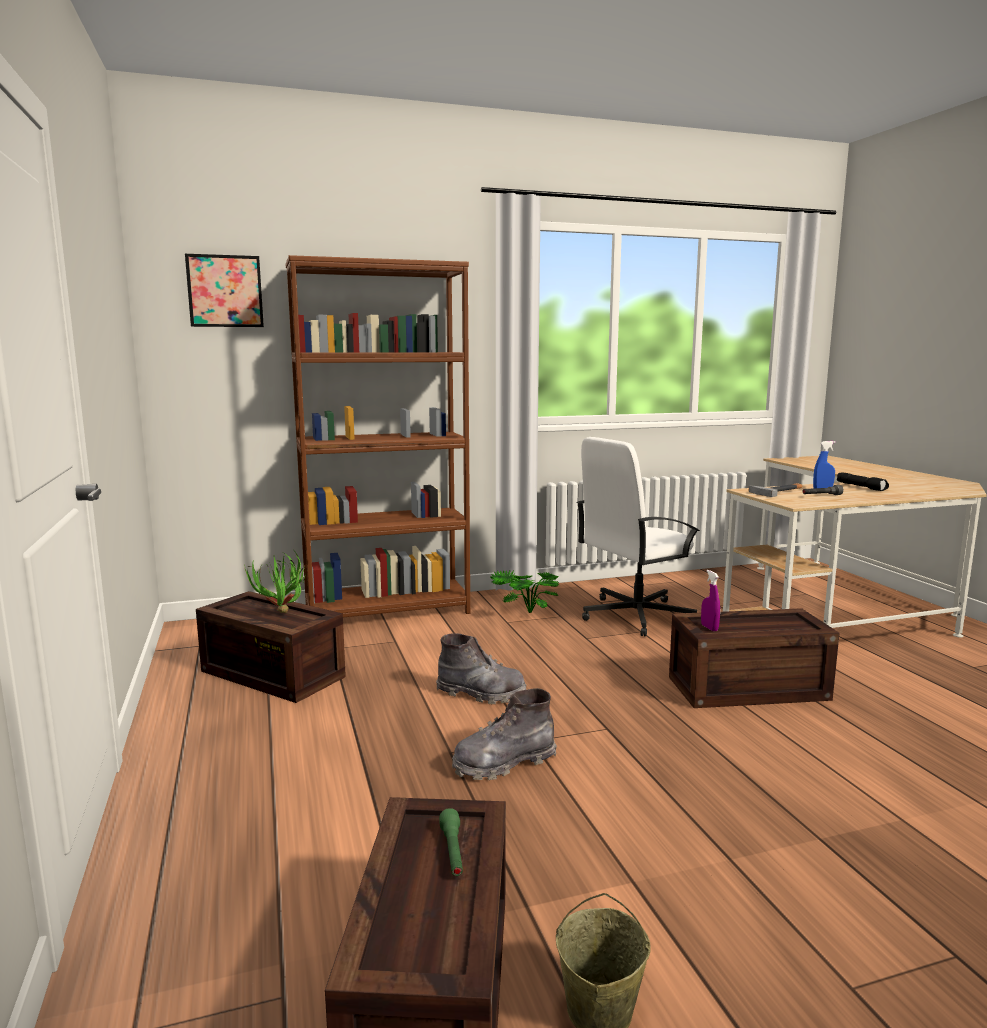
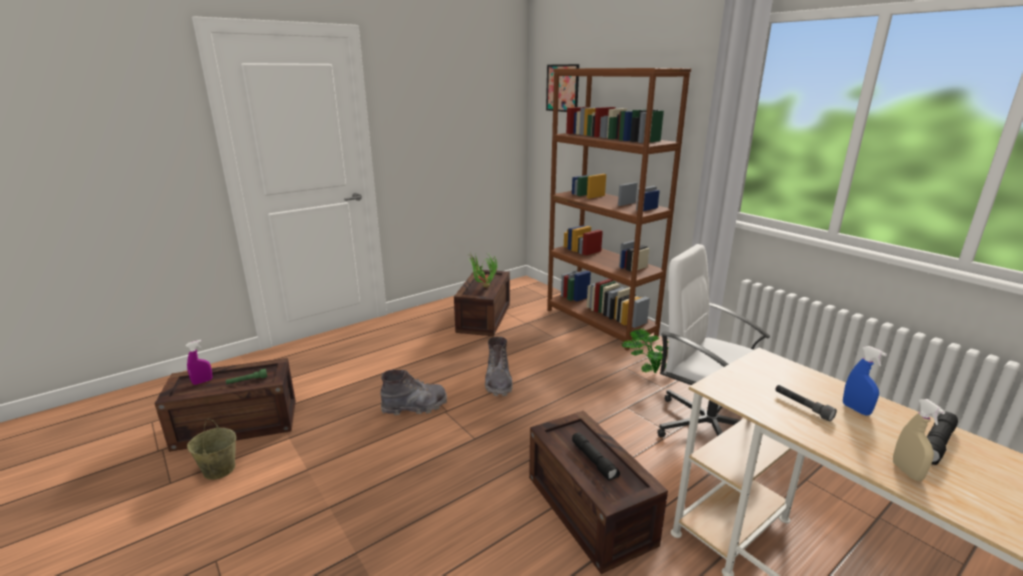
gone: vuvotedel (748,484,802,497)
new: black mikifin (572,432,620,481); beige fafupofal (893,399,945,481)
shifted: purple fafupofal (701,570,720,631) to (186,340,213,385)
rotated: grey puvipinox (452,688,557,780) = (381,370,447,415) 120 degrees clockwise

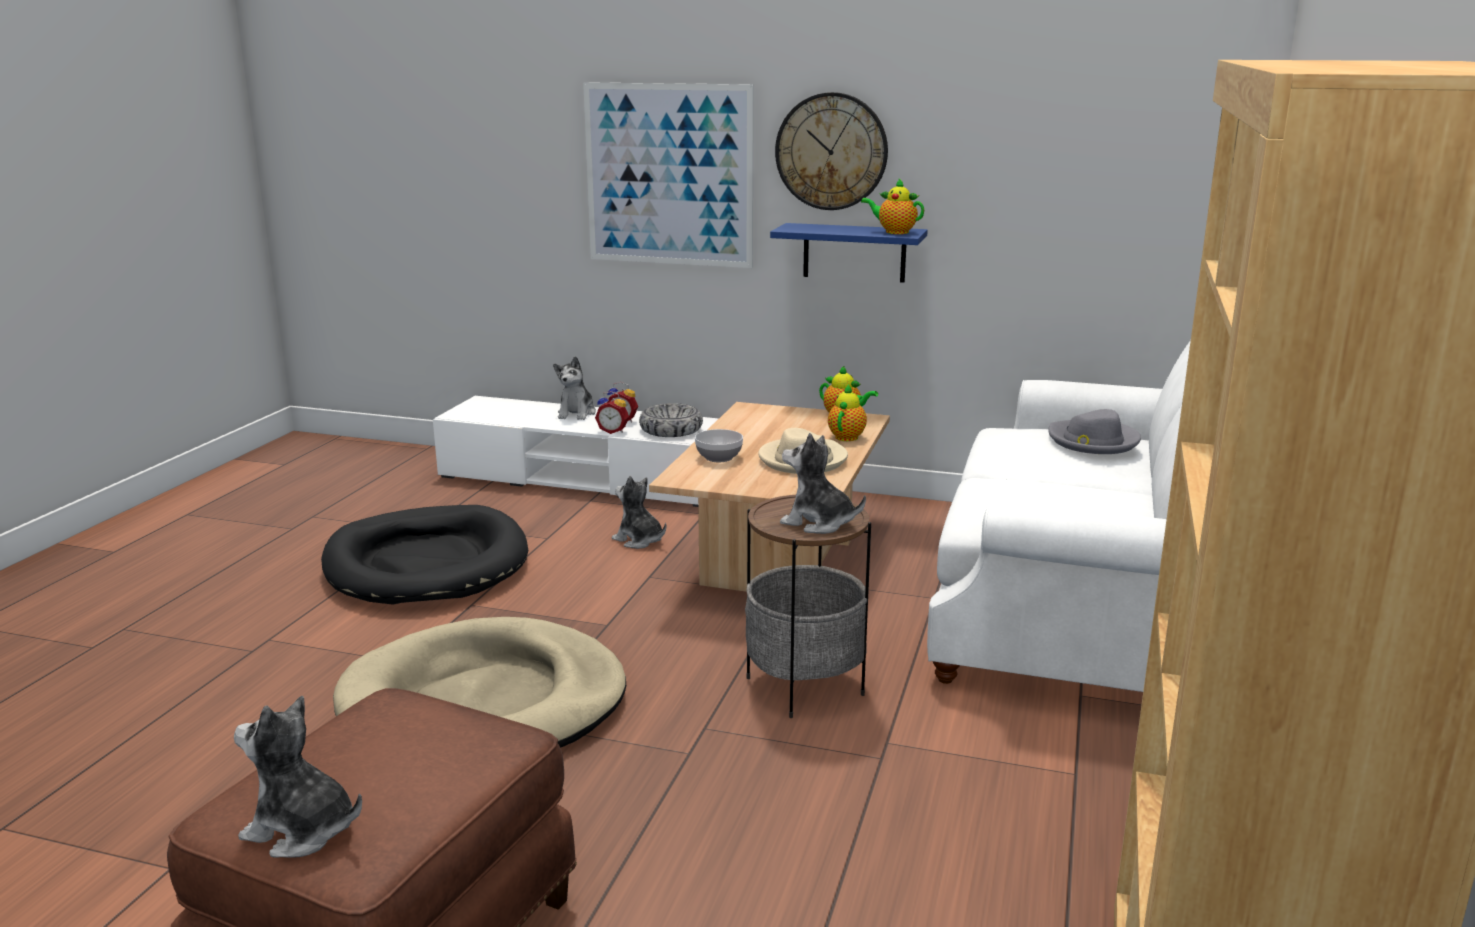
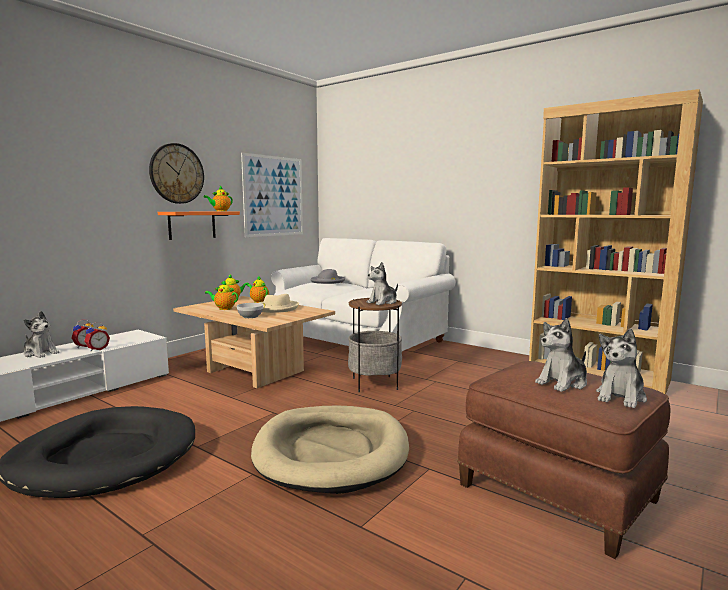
gone: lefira (639,403,703,437)
new: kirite (205,280,238,310)
shifted: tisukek (583,82,754,268) to (241,153,303,237); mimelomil (612,476,666,549) to (535,318,587,392)
repainted: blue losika (770,223,928,283) to orange losika (158,212,240,240)

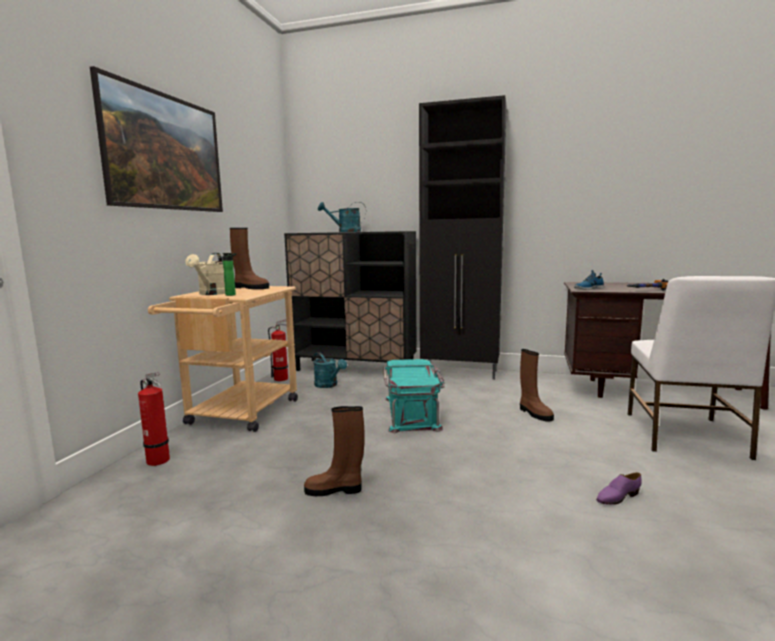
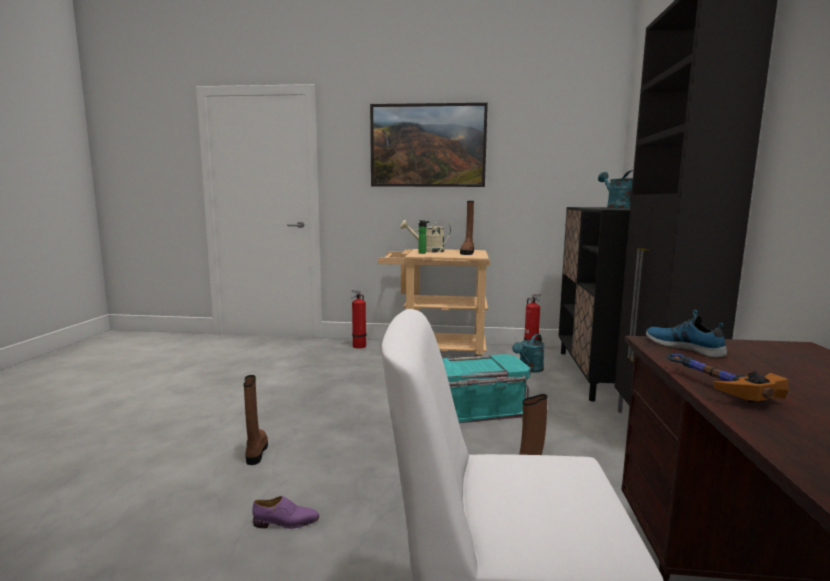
shifted: brown puvipinox (304,406,365,496) to (244,375,268,465)
rotated: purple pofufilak (596,472,642,505) = (252,496,319,529) 120 degrees clockwise

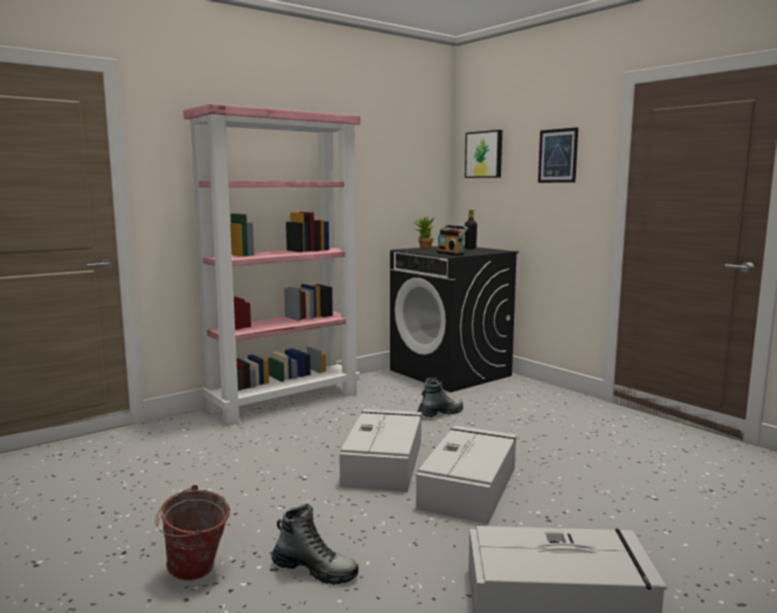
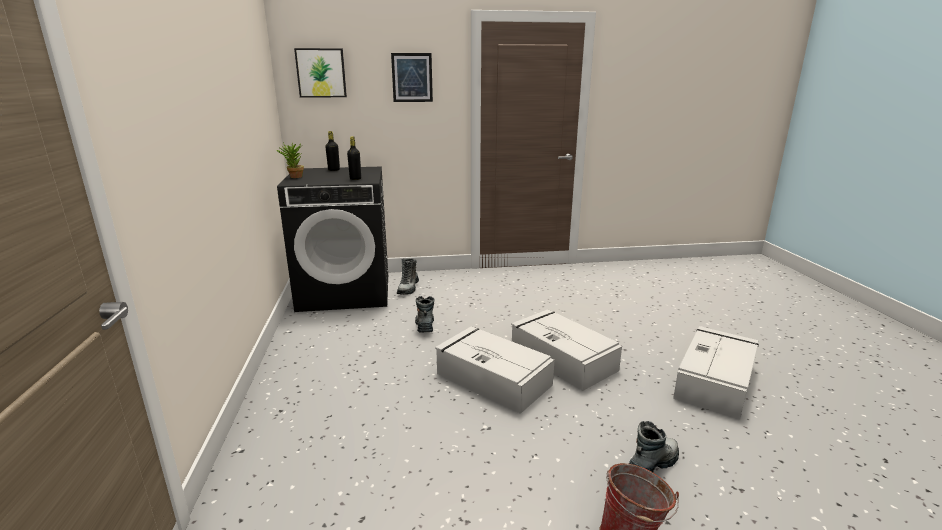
gone: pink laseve (183,103,361,426)
new: puvipinox (397,258,419,295)
swapped: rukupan (437,225,468,256) to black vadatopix (347,136,361,180)

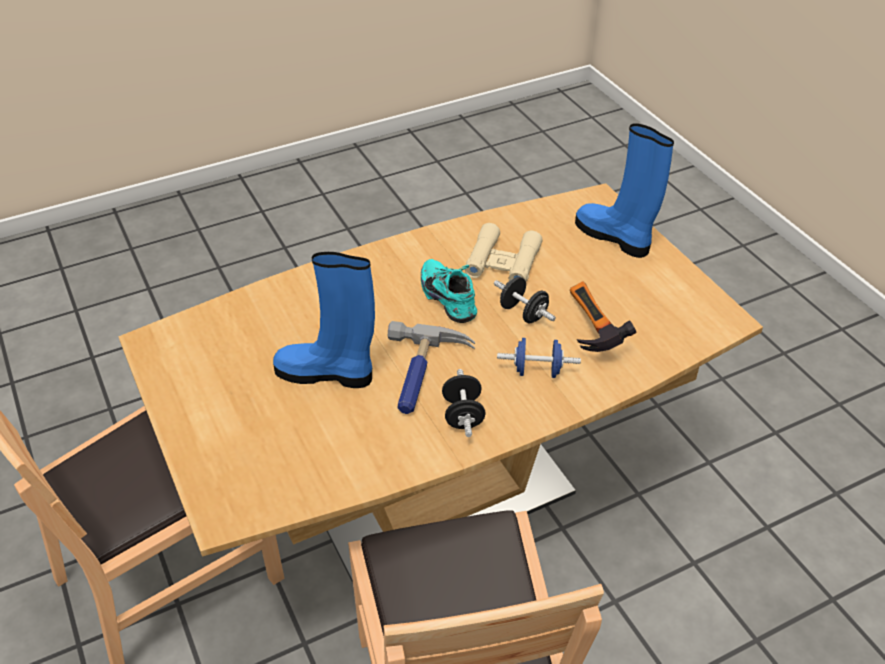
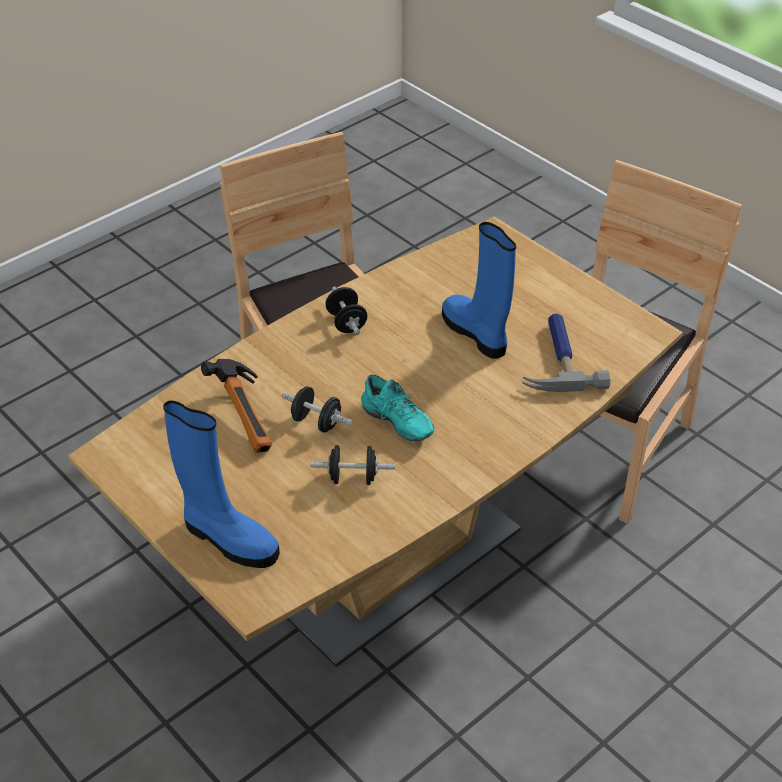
gone: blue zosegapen (497,338,581,378)
shifted: vuvotedel (388,321,475,414) to (523,313,610,392)
swapped: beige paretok (465,223,543,281) to black zosegapen (311,445,395,485)
rotated: blue puvipinox (273,252,375,388) = (442,222,516,359) 120 degrees counterclockwise

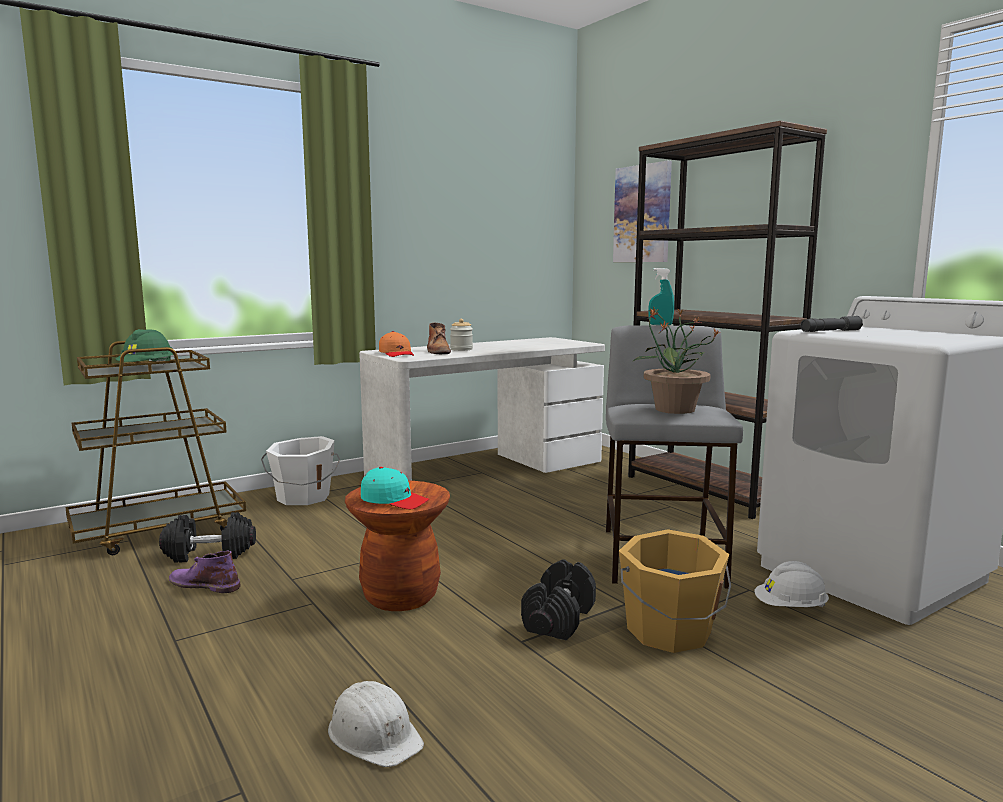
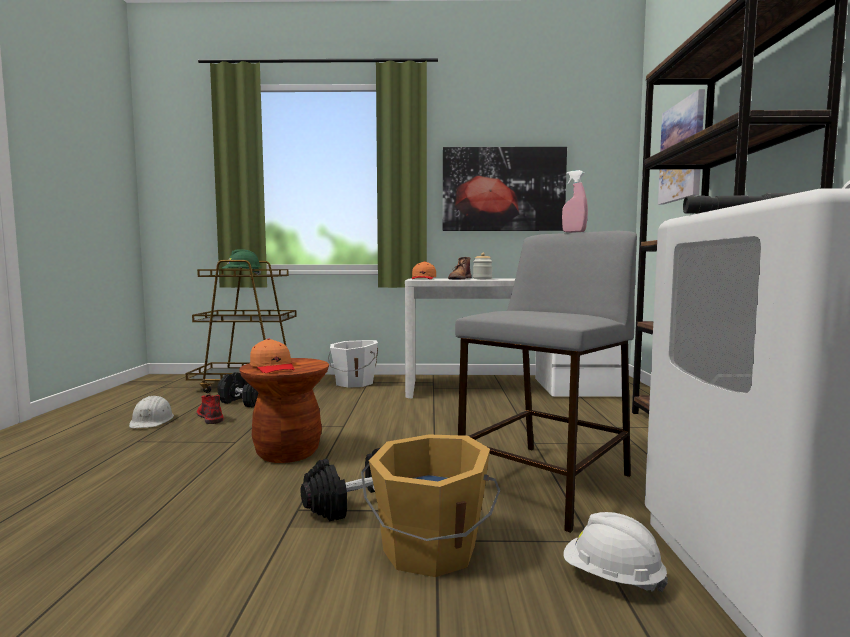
gone: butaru (632,308,720,414)
new: tisukek (443,147,567,231)
shifted: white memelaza (328,681,424,767) to (129,396,174,428)
repainted: purple puvipinox (169,551,241,593) to red puvipinox (197,395,224,424); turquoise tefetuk (361,467,429,509) to orange tefetuk (250,339,295,373); turquoise fafupofal (649,268,674,325) to pink fafupofal (562,170,588,233)

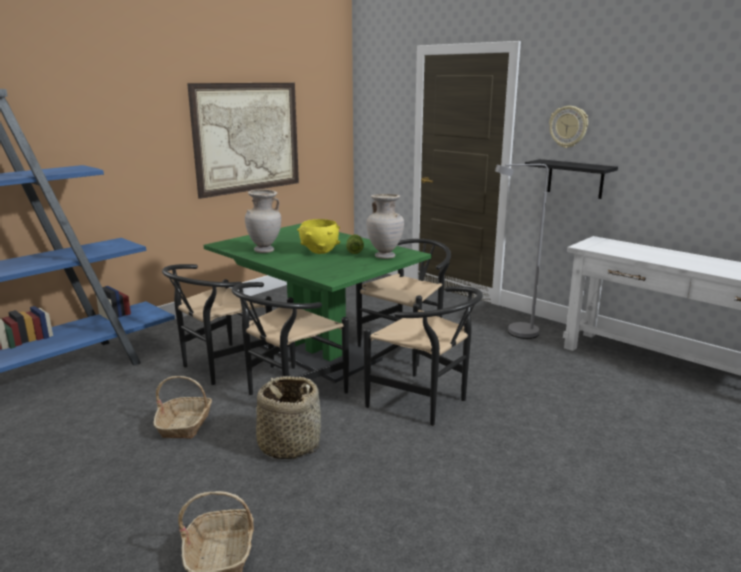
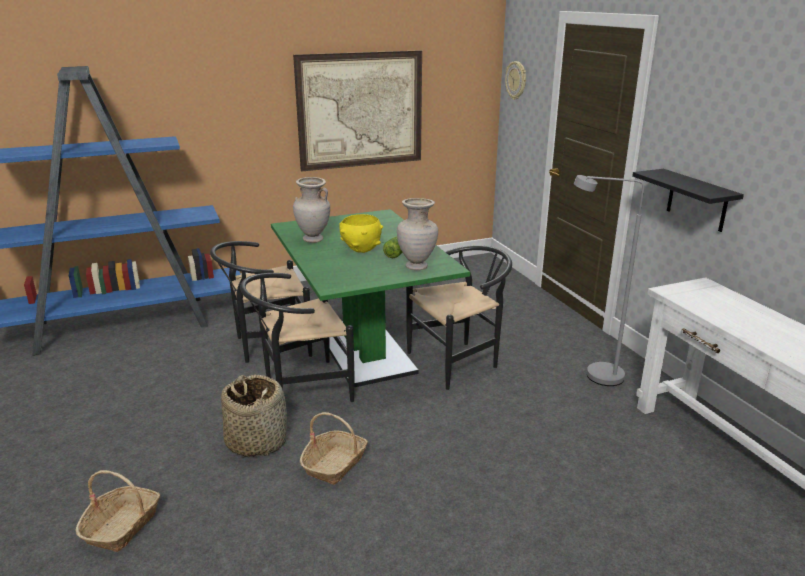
gone: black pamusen (364,286,483,426)
shifted: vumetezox (153,376,212,439) to (300,412,368,485); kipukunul (549,106,588,148) to (505,61,526,100)

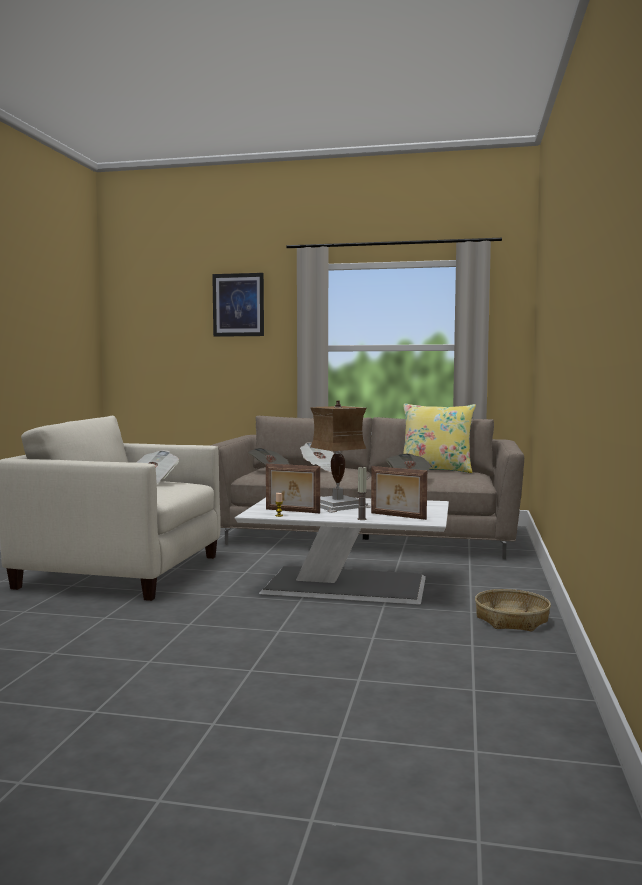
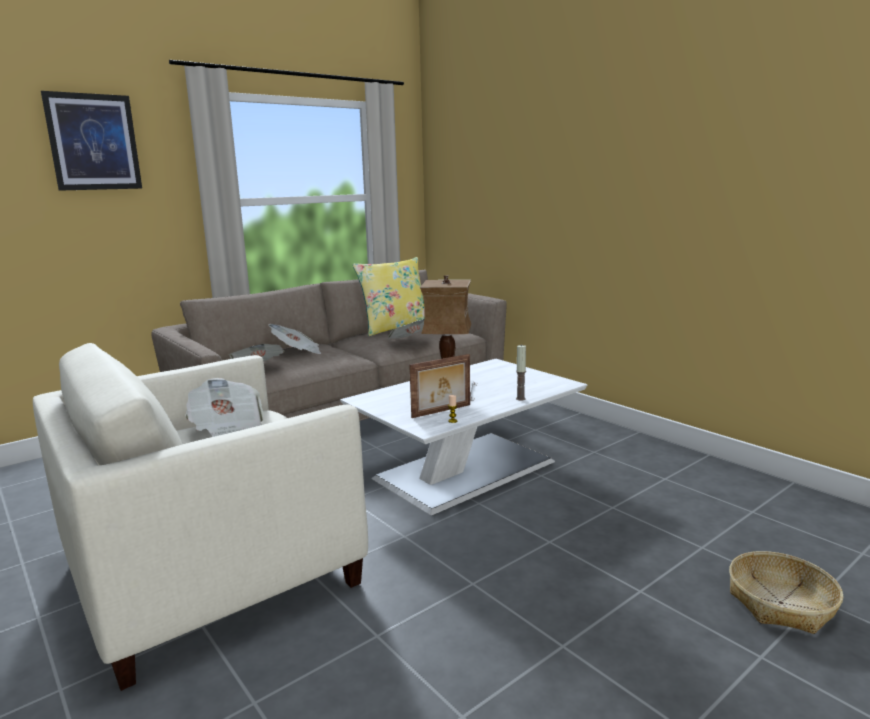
gone: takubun (371,466,427,520)
shifted: vumetezox (475,589,551,632) to (729,551,843,634)

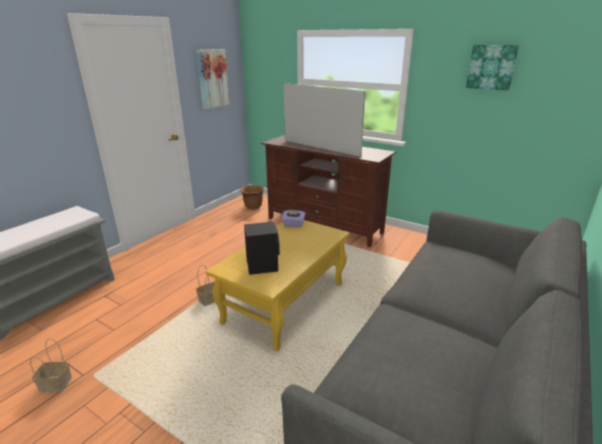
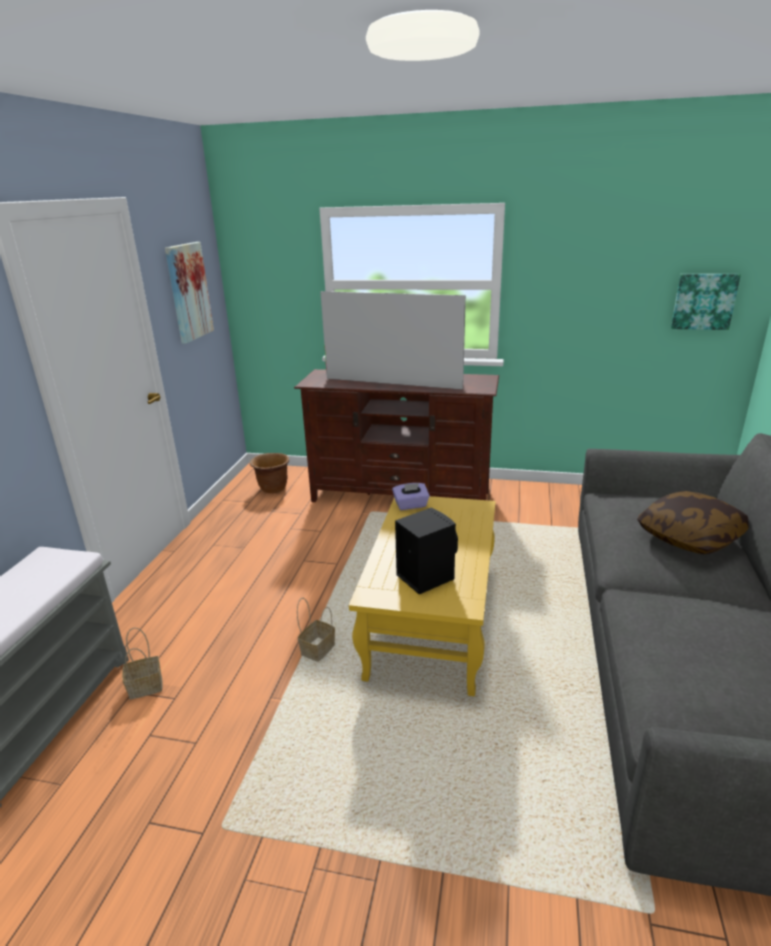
new: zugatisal (637,491,749,554)
shifted: vumetezox (30,338,72,392) to (122,628,163,699); tisukek (466,45,519,90) to (671,274,741,330)

